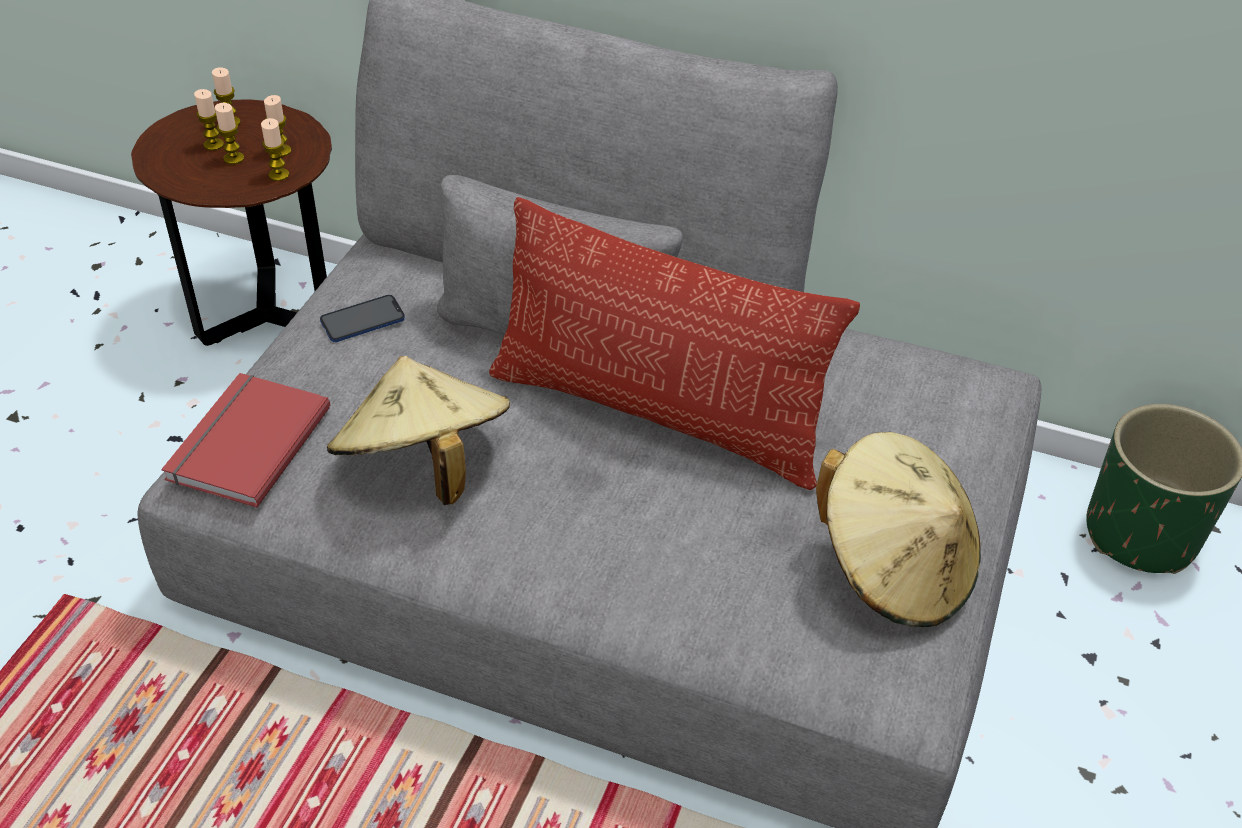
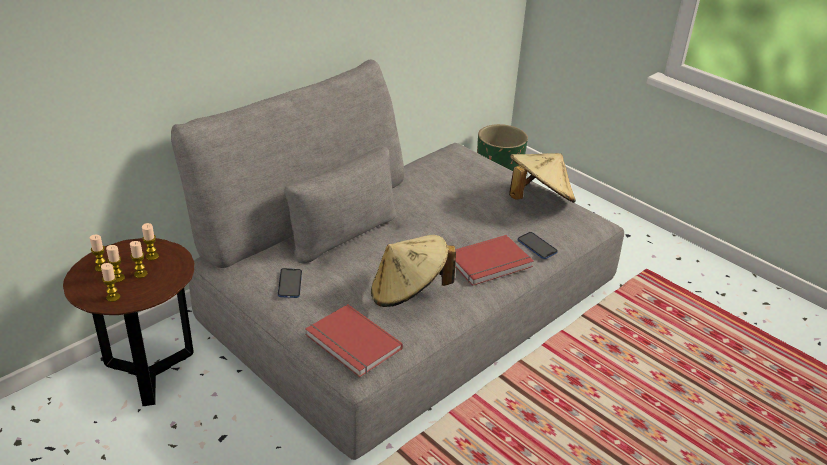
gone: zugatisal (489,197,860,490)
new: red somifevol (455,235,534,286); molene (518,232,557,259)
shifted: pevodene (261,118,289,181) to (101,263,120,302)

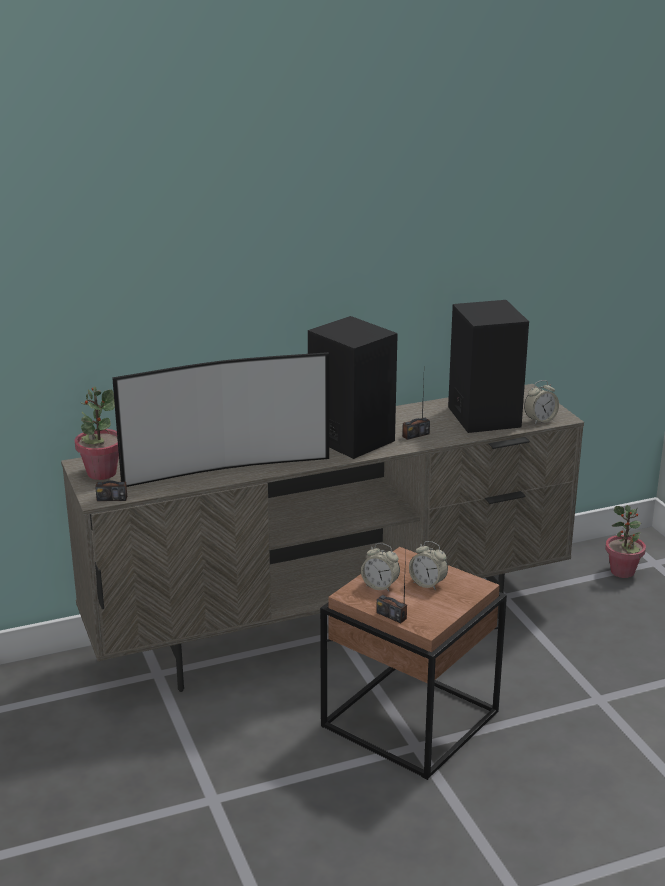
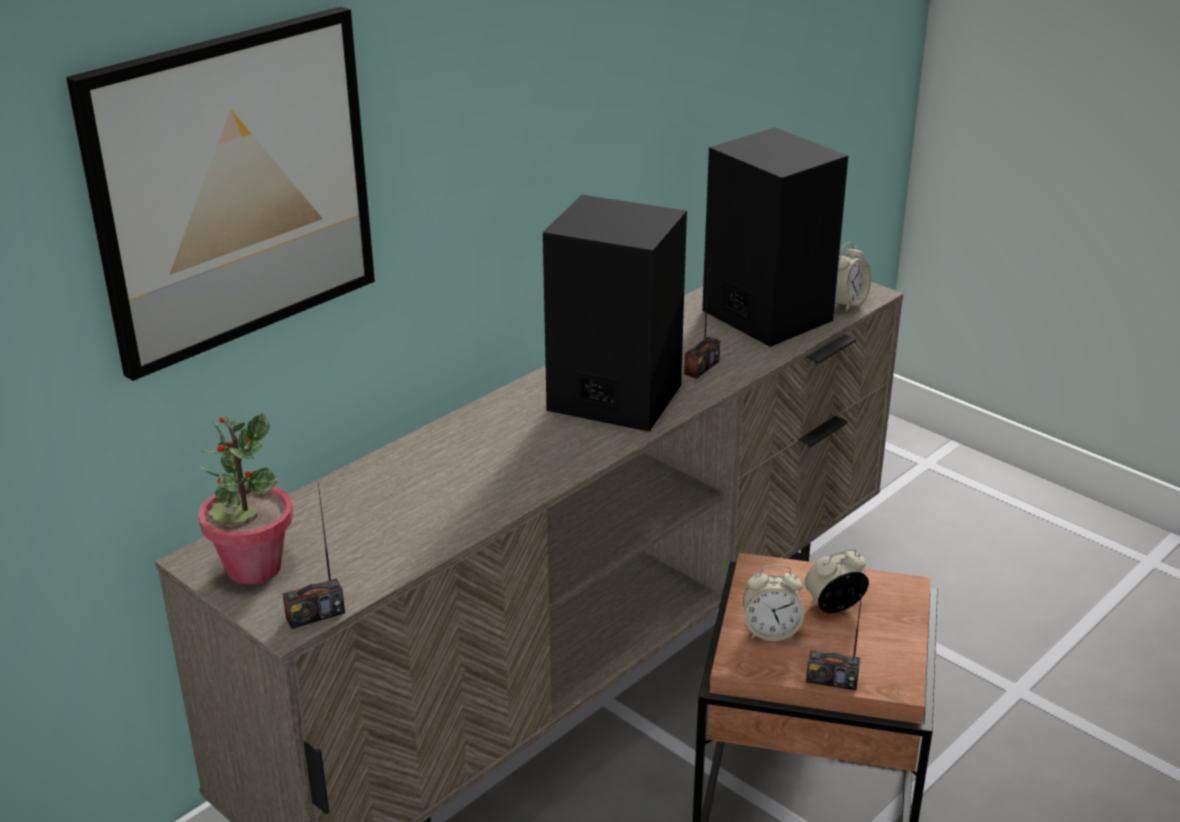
gone: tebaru (112,352,329,487); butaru (605,505,646,578)
new: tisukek (66,6,375,381)
rotated: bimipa (409,541,448,590) = (804,549,869,613) 150 degrees clockwise

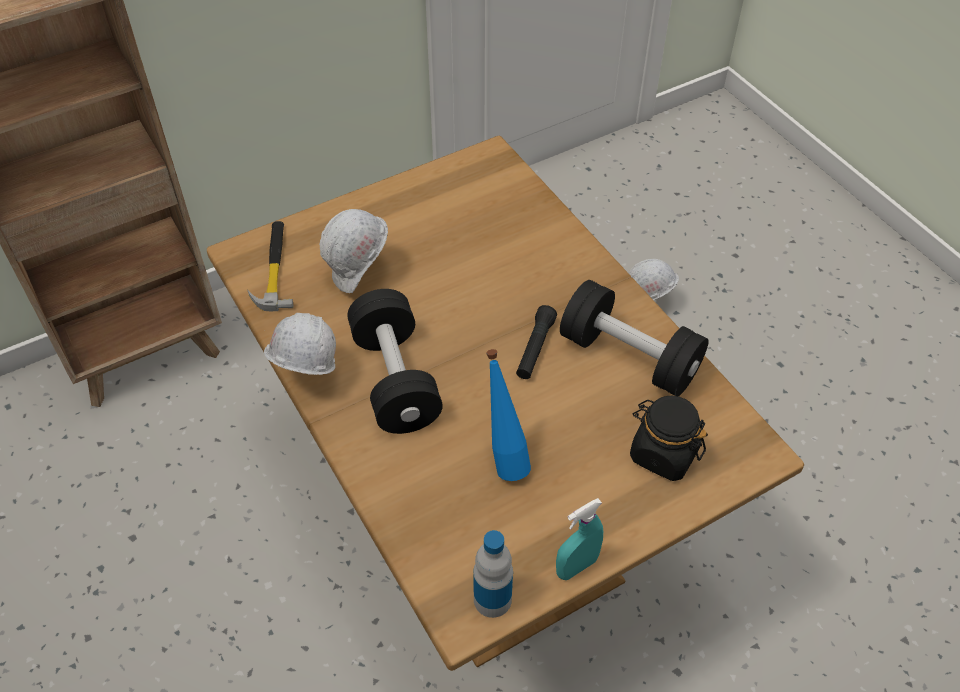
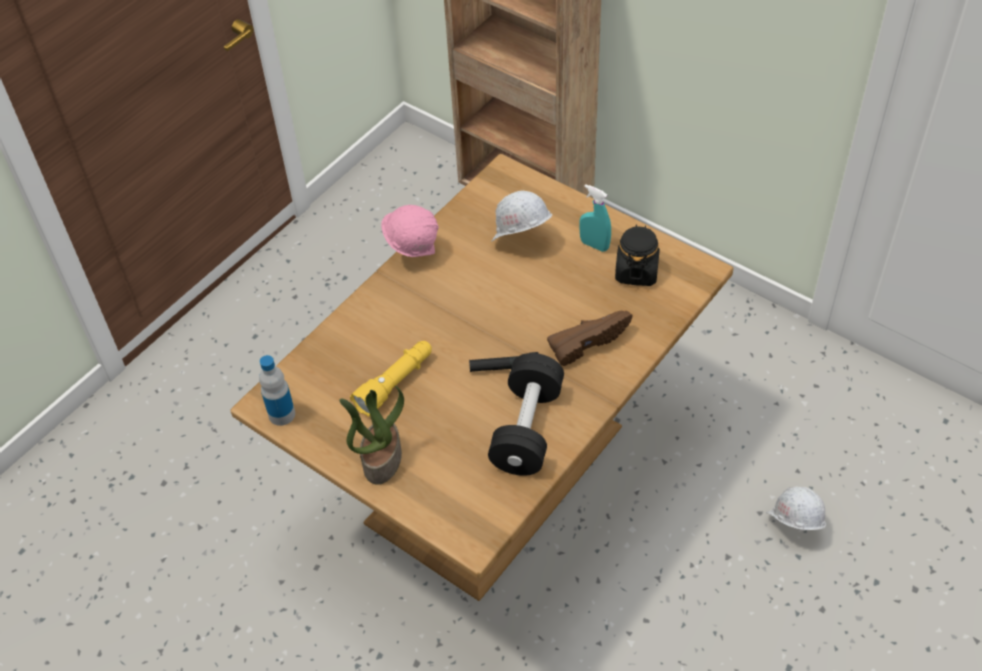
gone: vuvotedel (248,221,293,311); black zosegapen (347,289,443,434)
new: butaru (340,386,404,485); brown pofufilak (547,311,633,366)
shifted: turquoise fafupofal (556,498,603,580) to (579,184,611,252); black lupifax (630,396,708,481) to (615,224,660,286)
swapped: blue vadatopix (486,349,531,481) to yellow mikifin (350,341,432,417)
repainted: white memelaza (264,313,336,375) to pink memelaza (381,205,439,257)

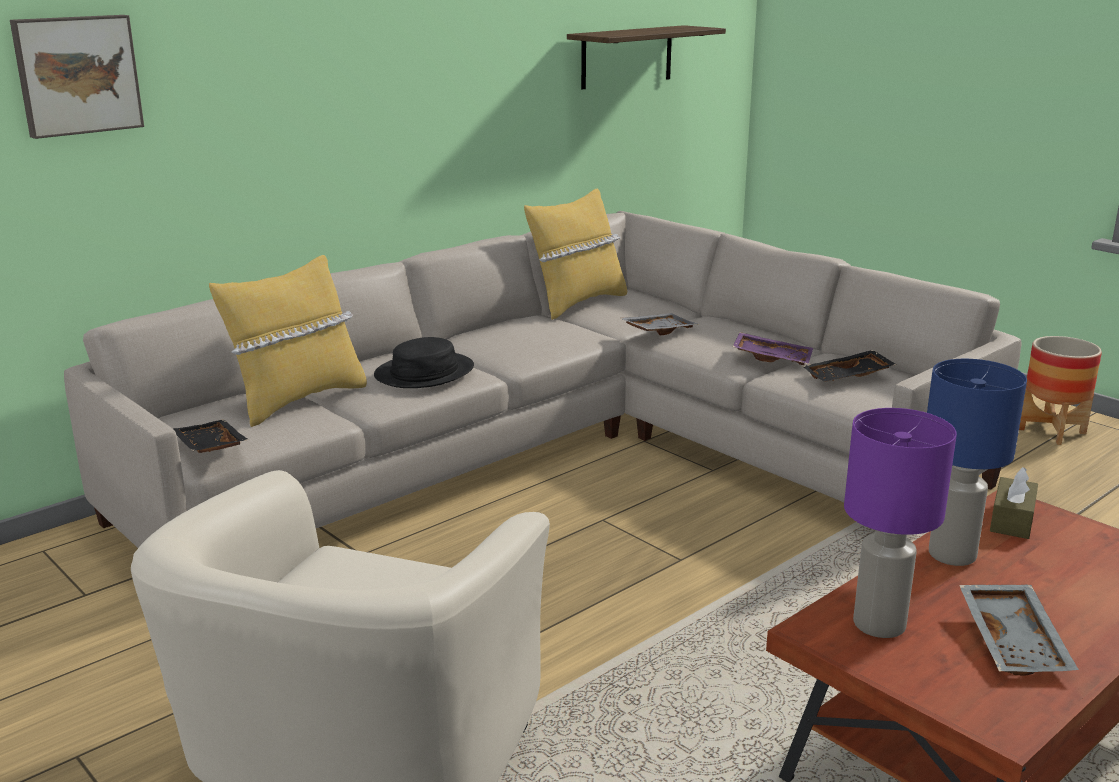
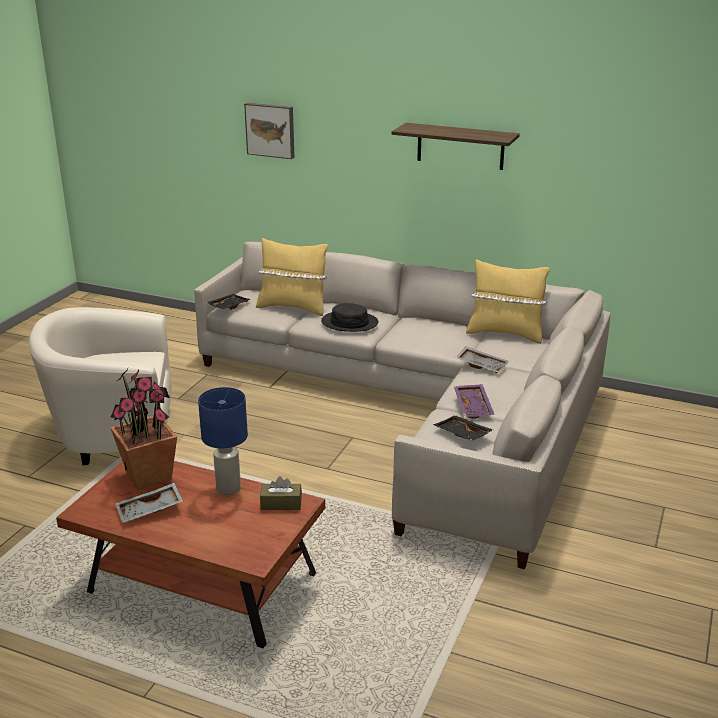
gone: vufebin (1019,336,1102,445)
shifted: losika (567,25,726,90) to (392,123,520,170)
swapped: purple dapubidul (844,408,957,638) to butaru (110,368,177,490)

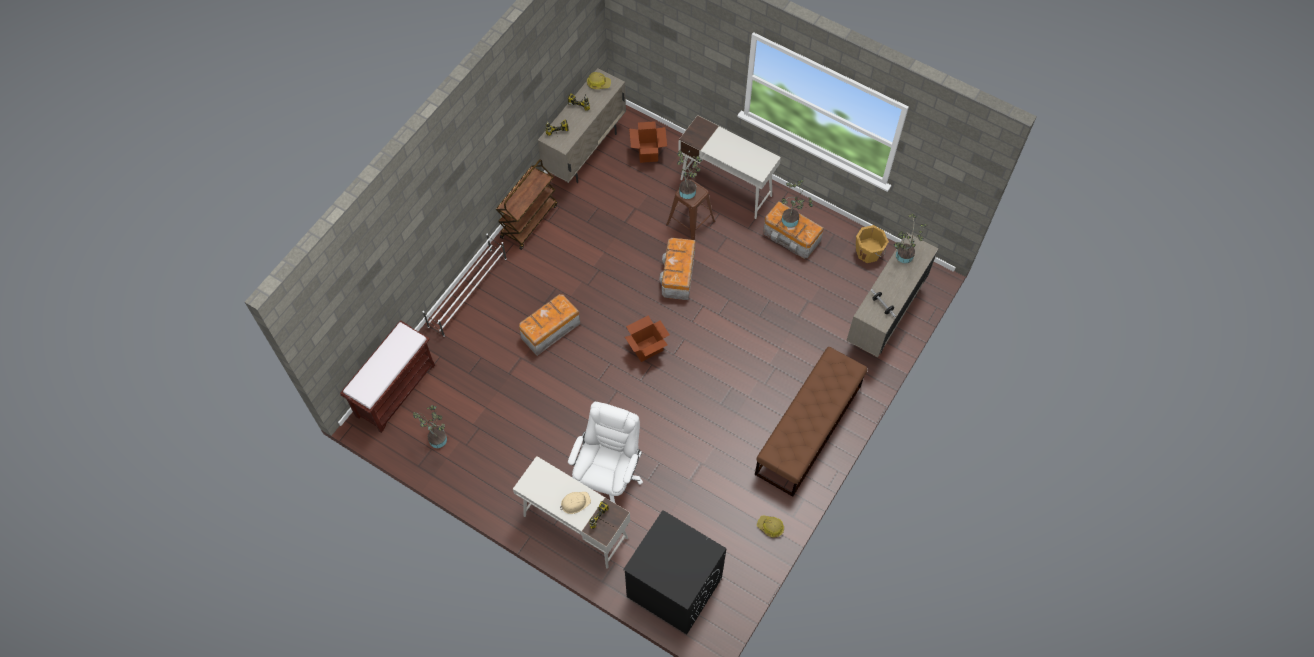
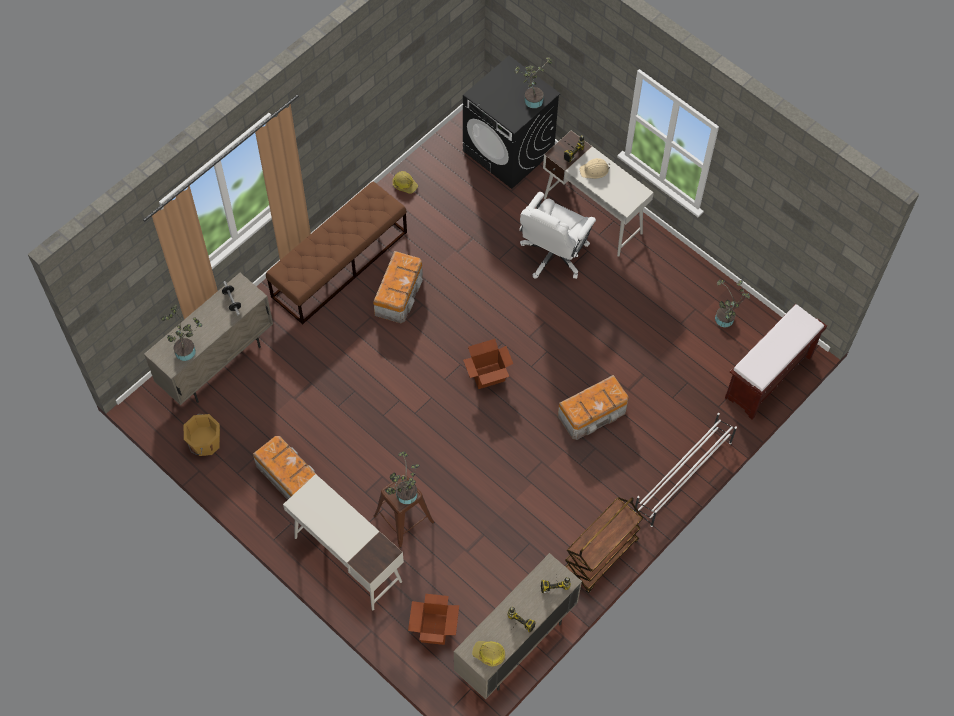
shifted: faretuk (659,238,696,300) to (373,251,423,323); butaru (782,180,813,227) to (515,57,552,108)

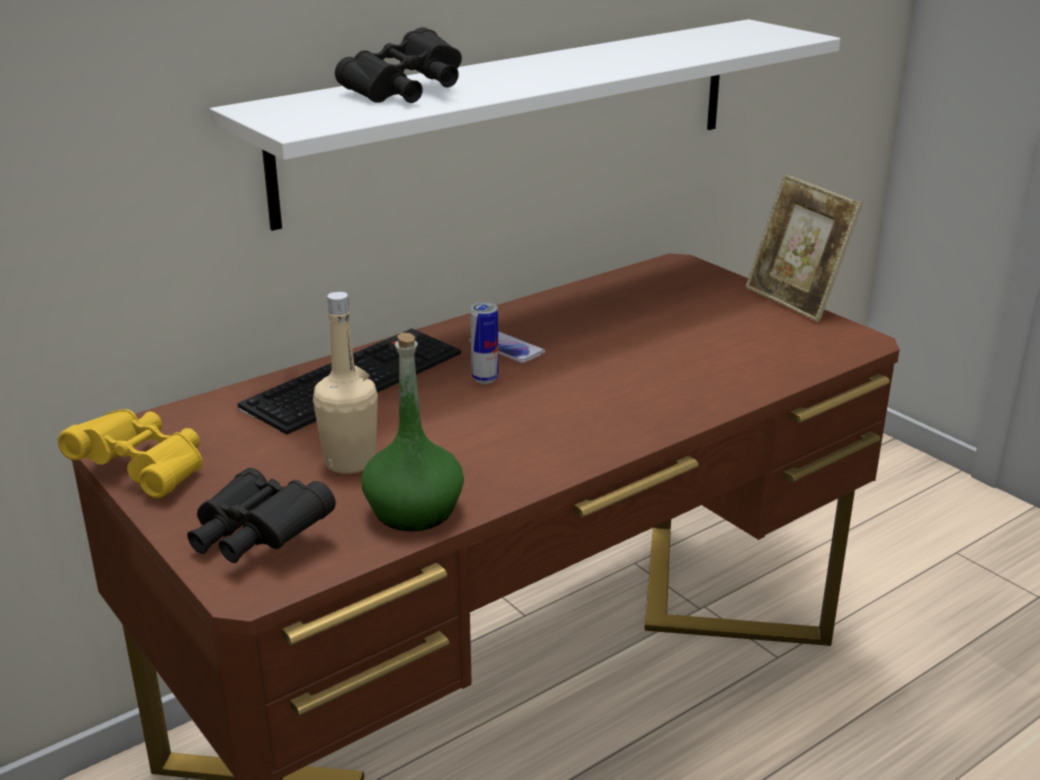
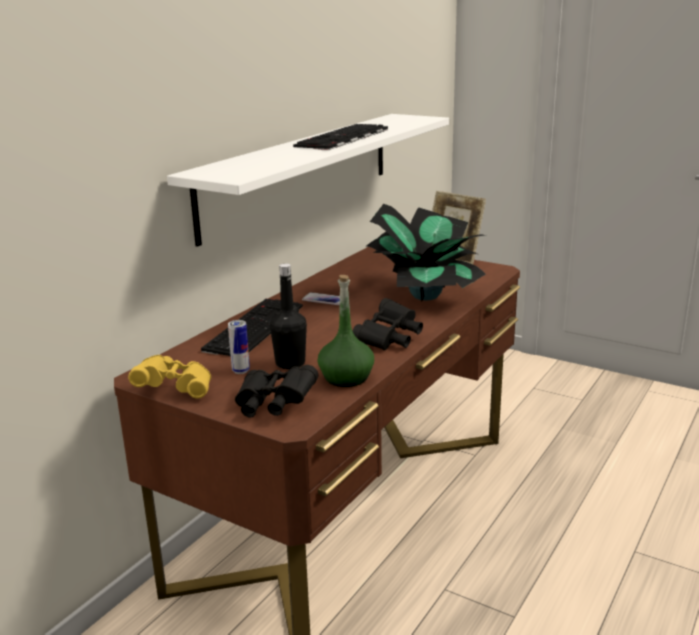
new: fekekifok (293,124,388,150); butaru (366,204,485,302)
shifted: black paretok (335,27,462,103) to (353,298,423,350); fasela (470,302,499,384) to (228,320,250,374)
repainted: beige vadatopix (313,292,378,474) to black vadatopix (270,263,307,369)

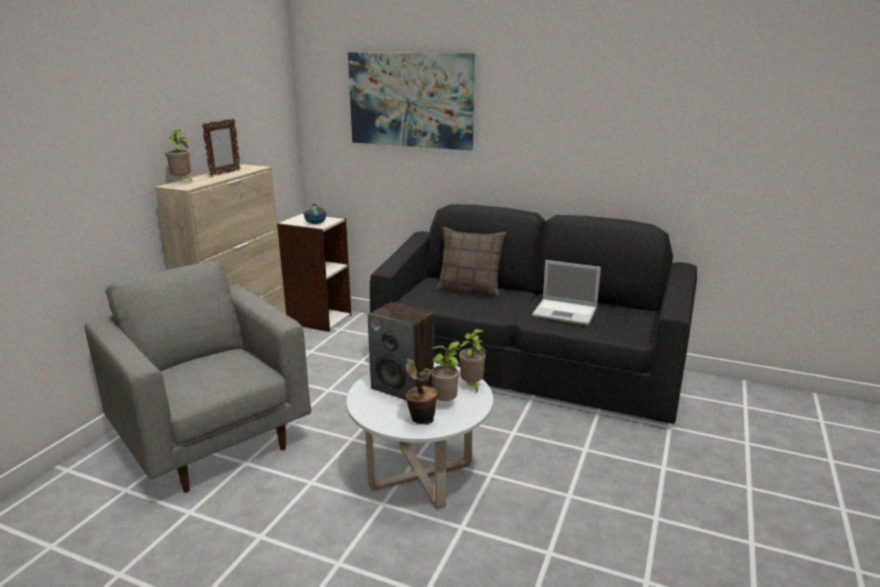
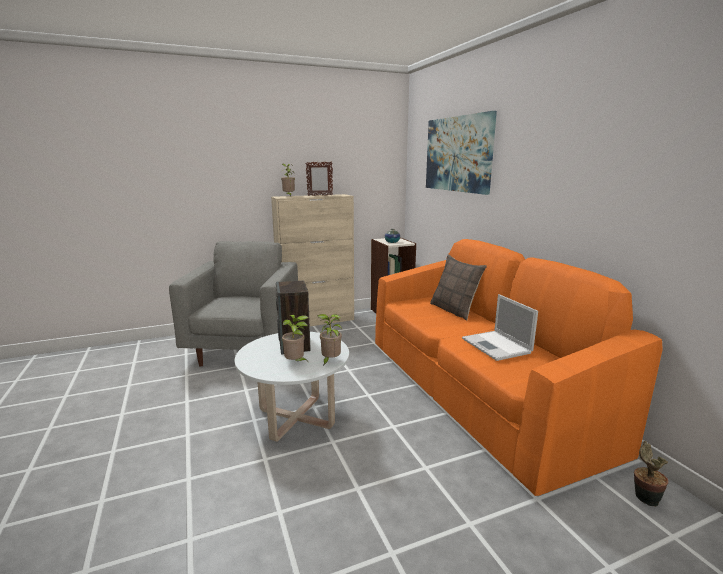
shifted: butaru (405,359,437,425) to (634,441,669,507)
repainted: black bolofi (370,204,697,424) to orange bolofi (375,239,663,496)

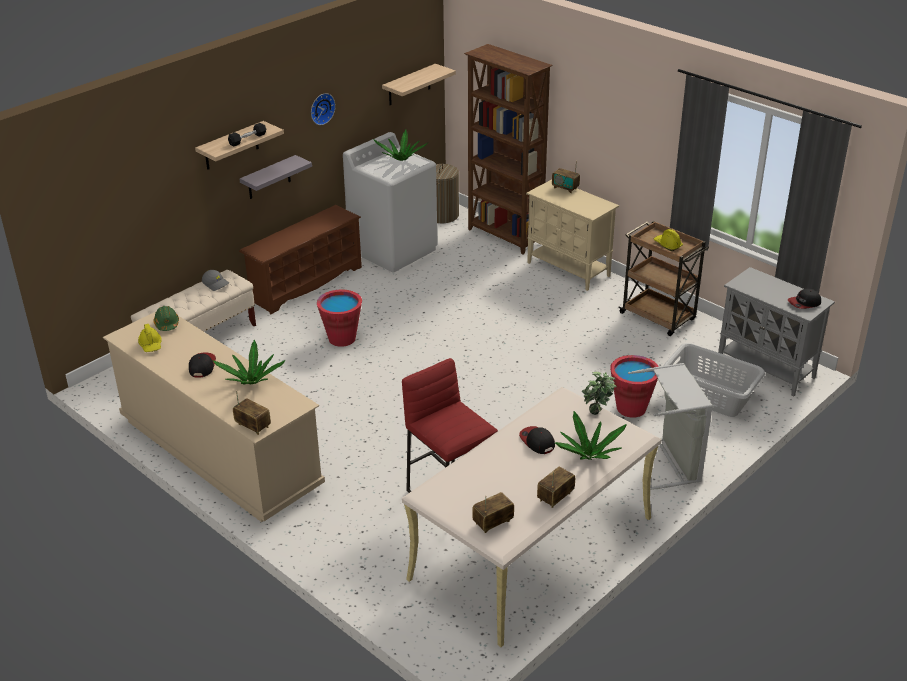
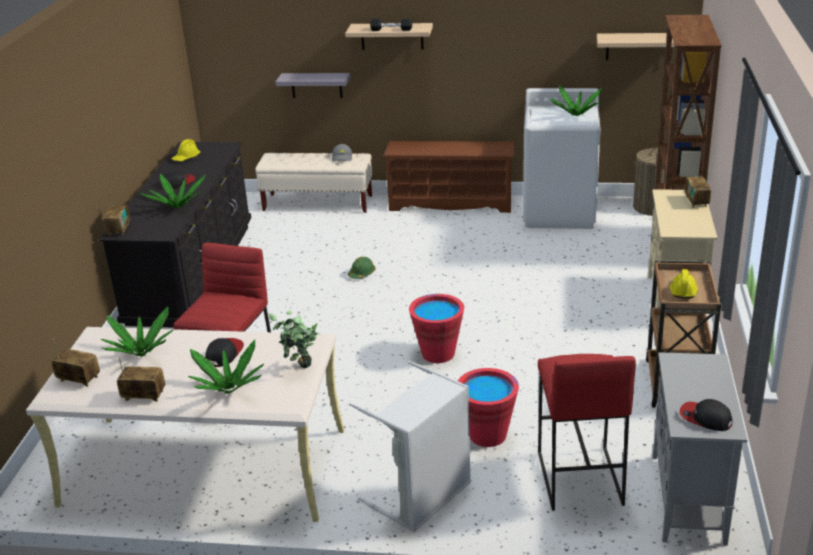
gone: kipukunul (311,93,336,125)
new: butaru (101,306,173,356)
shifted: green memelaza (154,306,179,331) to (348,257,376,279); grey losika (239,155,312,199) to (276,73,350,98); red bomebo (317,290,362,347) to (409,294,464,363)
swapped: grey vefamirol (664,343,765,417) to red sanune (538,354,636,511)
repainted: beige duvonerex (103,312,325,522) to black duvonerex (99,142,251,328)

